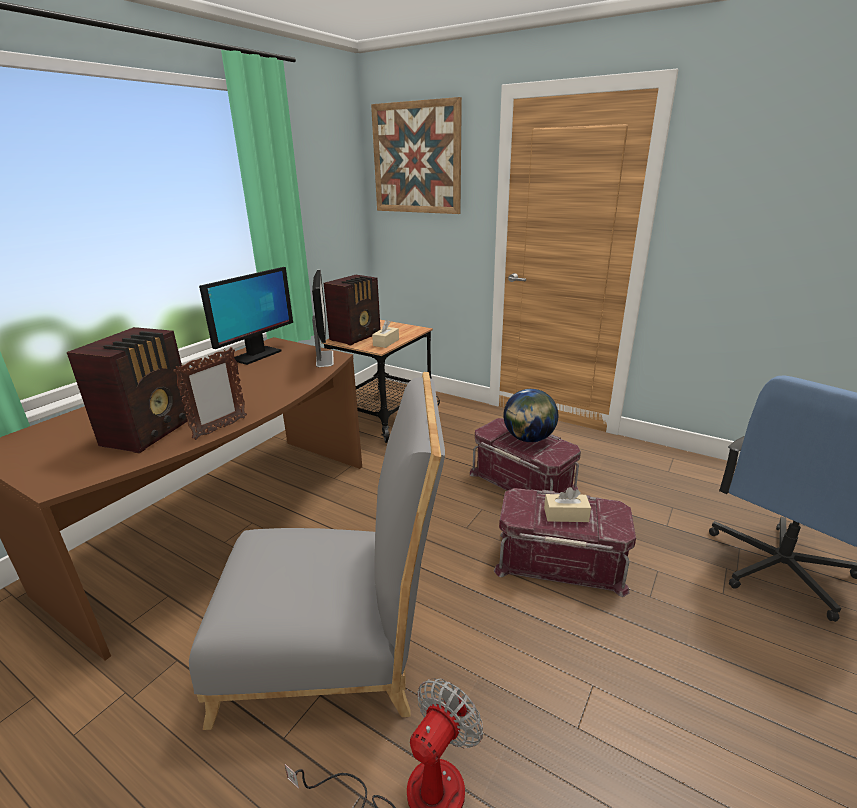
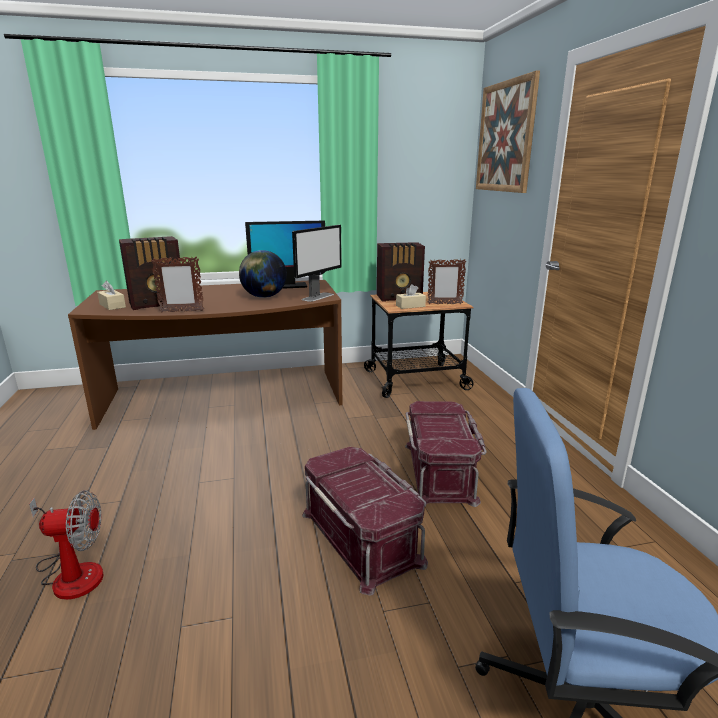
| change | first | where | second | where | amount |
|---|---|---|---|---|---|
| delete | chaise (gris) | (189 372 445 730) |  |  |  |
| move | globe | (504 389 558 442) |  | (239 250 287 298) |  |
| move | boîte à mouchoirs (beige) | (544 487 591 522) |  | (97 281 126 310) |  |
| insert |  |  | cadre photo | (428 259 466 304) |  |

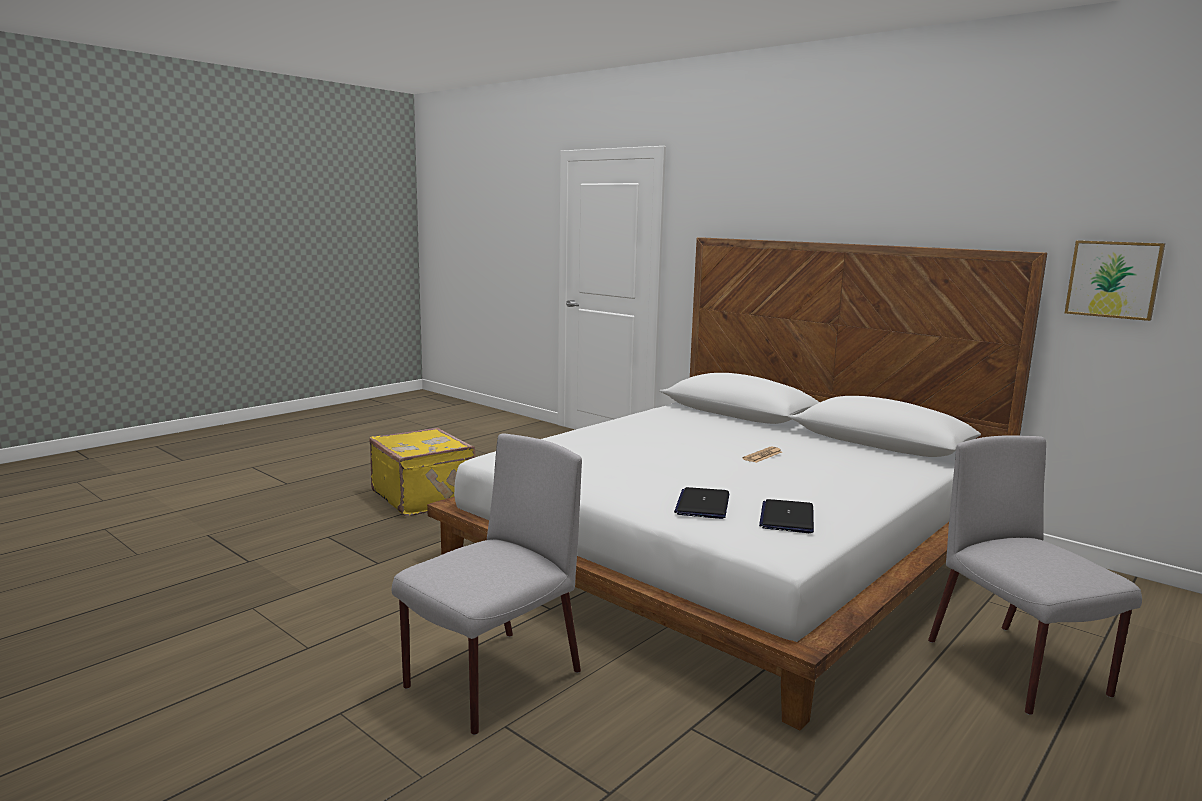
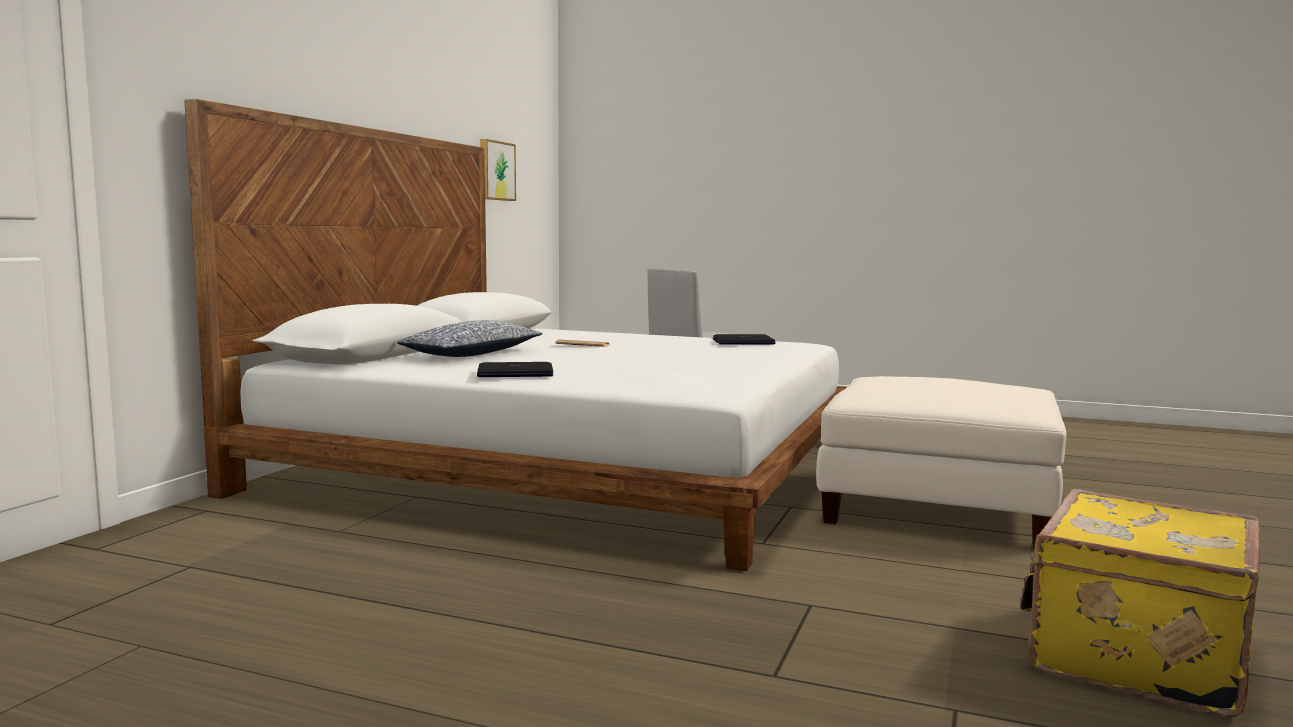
| change | first | where | second | where | amount |
|---|---|---|---|---|---|
| move | valise (jaune) | (369 428 475 516) |  | (1020 489 1260 717) |  |
| replace | chaise (gris) | (392 433 582 735) | pouf (blanc) | (816 376 1066 549) |  |
| move | ordinateur portable | (674 487 729 519) |  | (477 362 553 377) |  |
| insert |  |  | coussin | (397 320 542 357) |  |

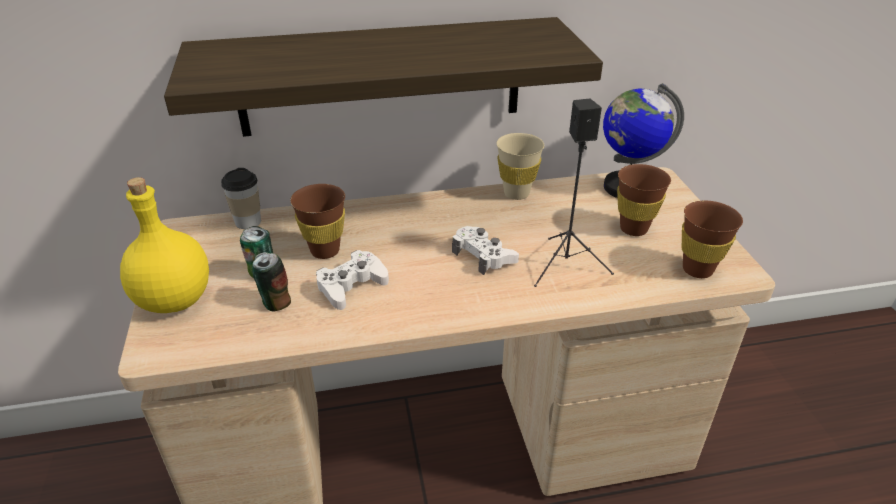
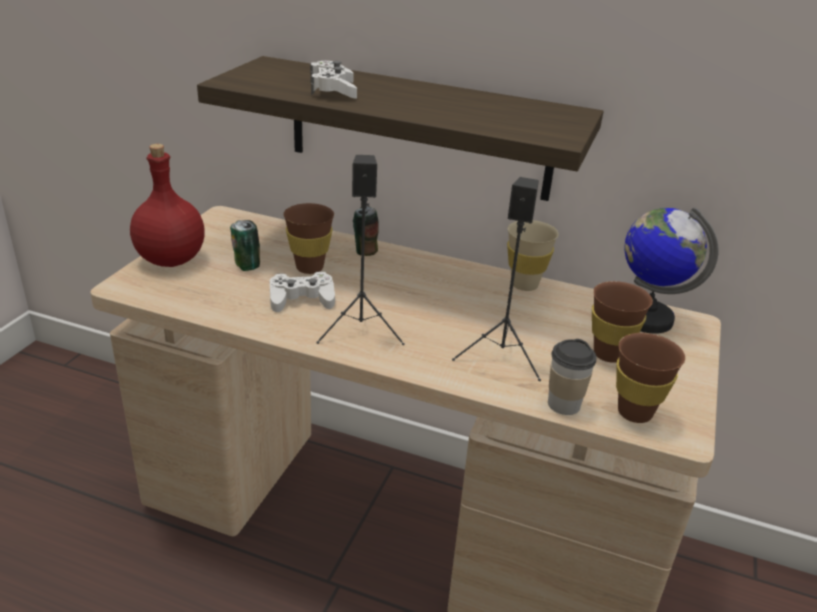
| change | first | where | second | where | amount |
|---|---|---|---|---|---|
| move | tasse | (221 168 261 229) |  | (548 339 597 415) |  |
| recolor | bouteille (jaune) | (120 177 209 313) | bouteille (rouge) | (130 144 204 267) |  |
| move | manette (blanc) | (452 226 519 275) |  | (310 61 357 99) |  |
| move | boîte métallique | (252 252 291 312) |  | (353 206 379 256) |  |
| insert |  |  | enceinte (noir) | (316 155 405 345) |  |

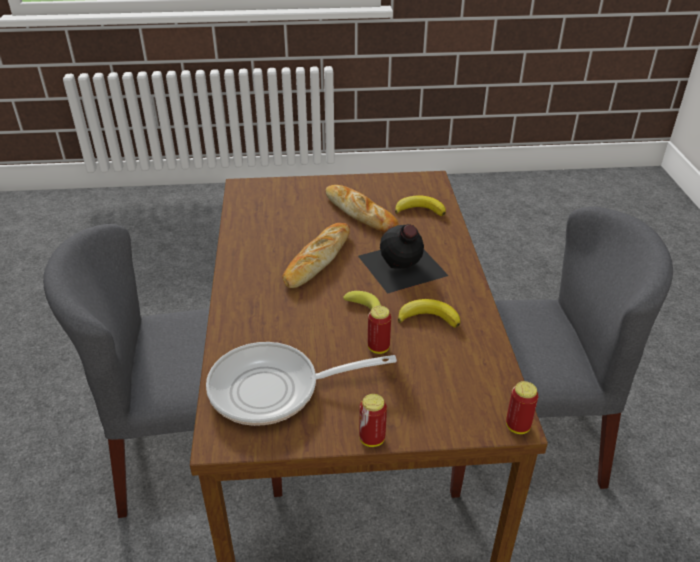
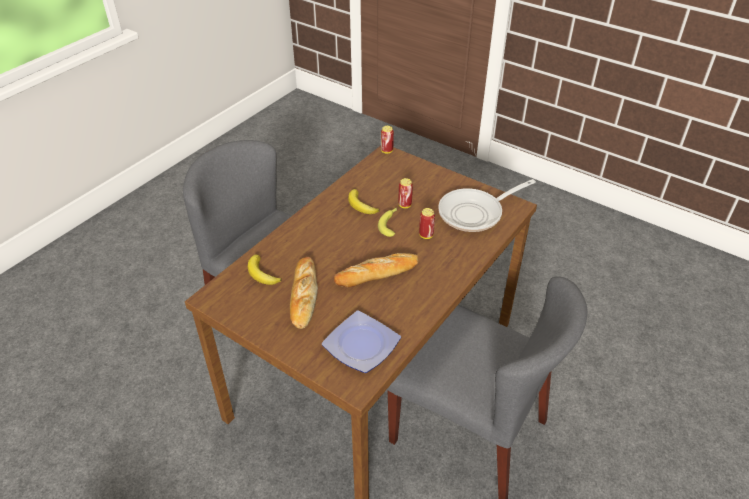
| change | first | where | second | where | amount |
|---|---|---|---|---|---|
| delete | bouteille (noir) | (358 224 449 294) |  |  |  |
| rotate | poêle | (206 342 397 426) |  | (438 179 536 232) | 120 degrees clockwise |
| move | boîte métallique | (359 394 387 447) |  | (419 208 435 239) |  |
| insert |  |  | assiette | (322 310 401 373) |  |

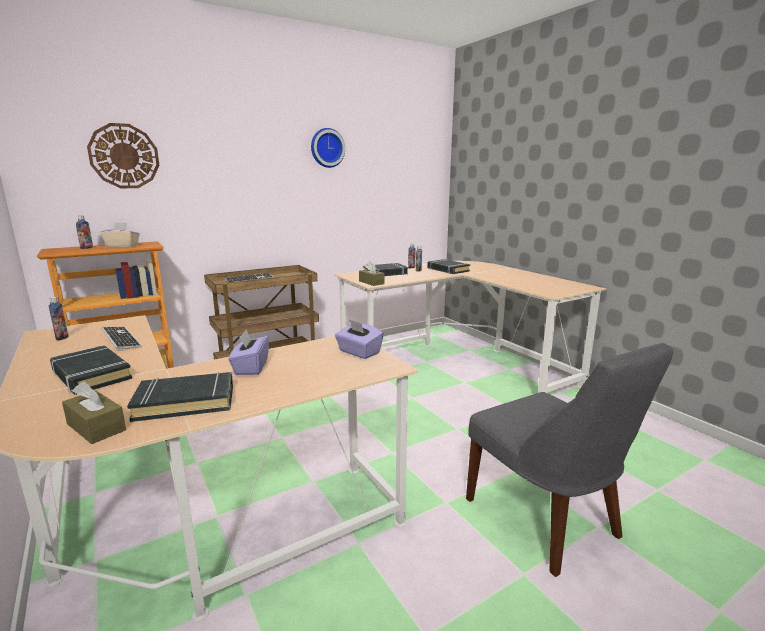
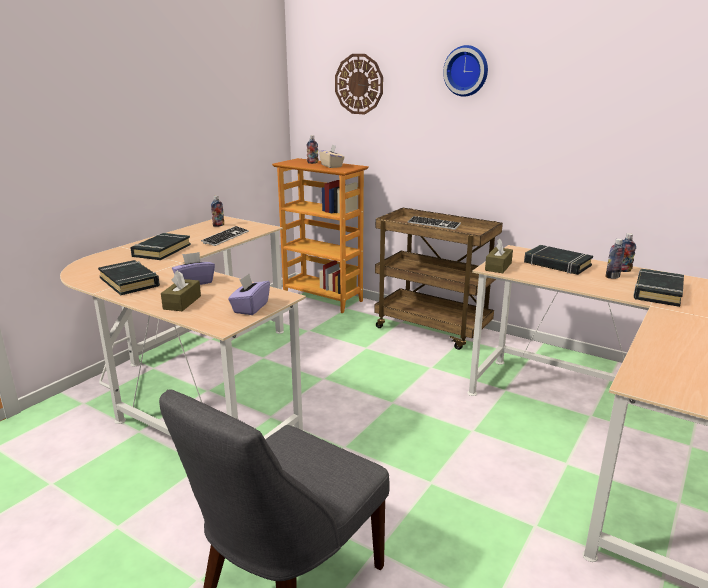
| change | first | where | second | where | amount |
|---|---|---|---|---|---|
| move | horloge murale | (311 128 345 168) |  | (443 45 488 97) |  |
| move | boîte à mouchoirs (marron) | (62 381 126 444) |  | (161 270 201 311) |  |

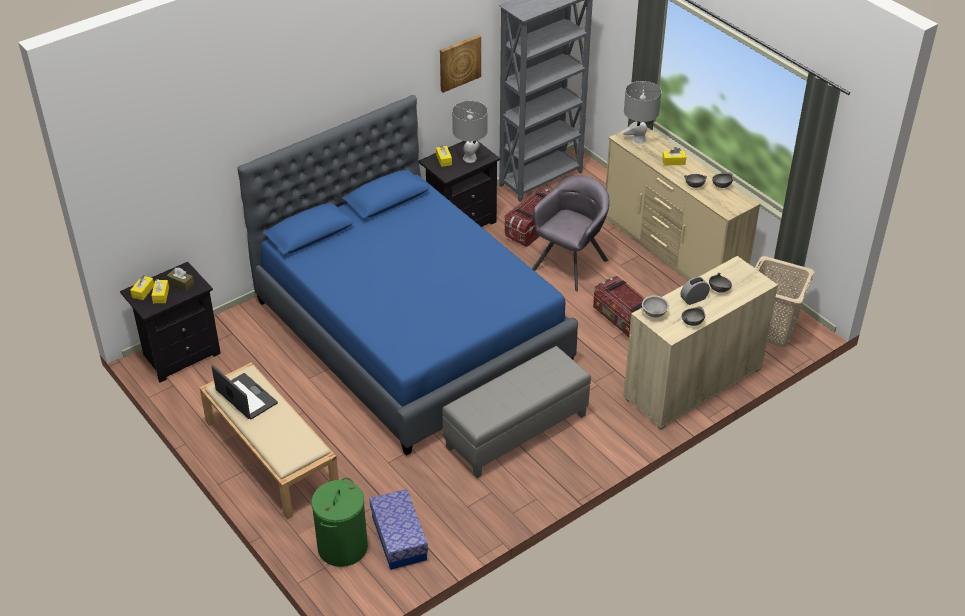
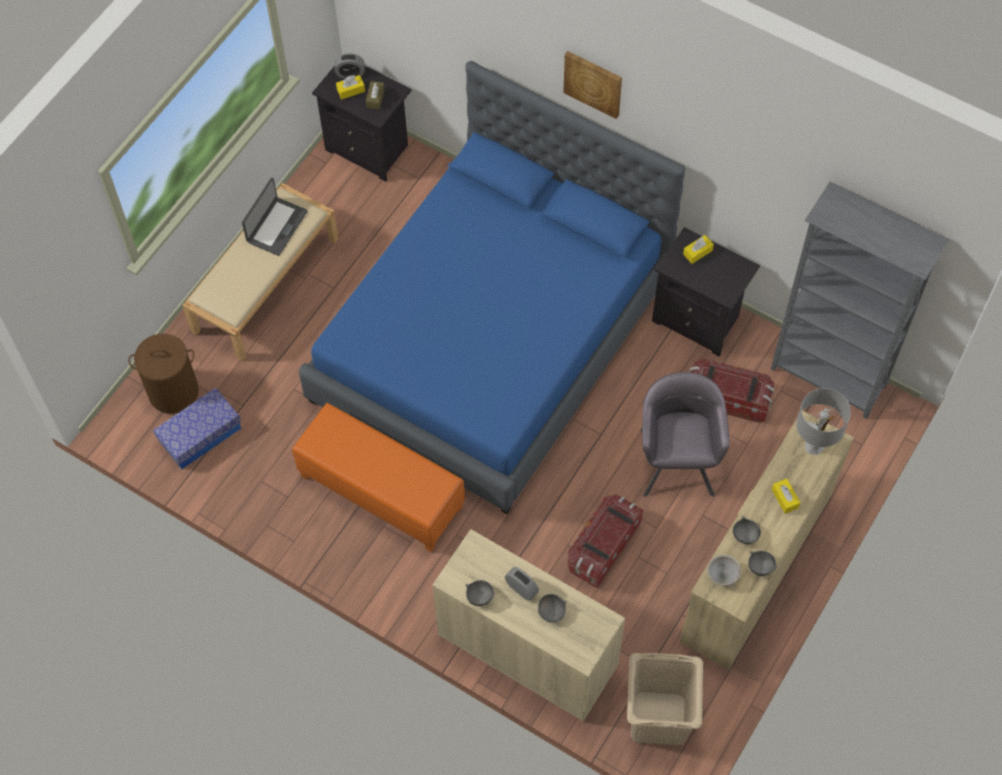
| change | first | where | second | where | amount |
|---|---|---|---|---|---|
| move | tableau | (440 35 481 93) |  | (563 51 622 119) |  |
| delete | lampe de table (gris) | (452 101 488 163) |  |  |  |
| rotate | fauteuil (gris) | (532 175 610 292) |  | (641 372 730 497) | 105 degrees counterclockwise |
| replace | boîte à mouchoirs (jaune) | (130 275 154 300) | réveil | (335 53 364 78) |  |
| move | bol (gris) | (641 295 670 317) |  | (707 555 741 586) |  |
| recolor | pouf (gris) | (442 346 591 478) | pouf (orange) | (292 403 465 552) |  |
| recolor | panier à linge (vert) | (311 478 368 567) | panier à linge (marron) | (128 334 199 414) |  |

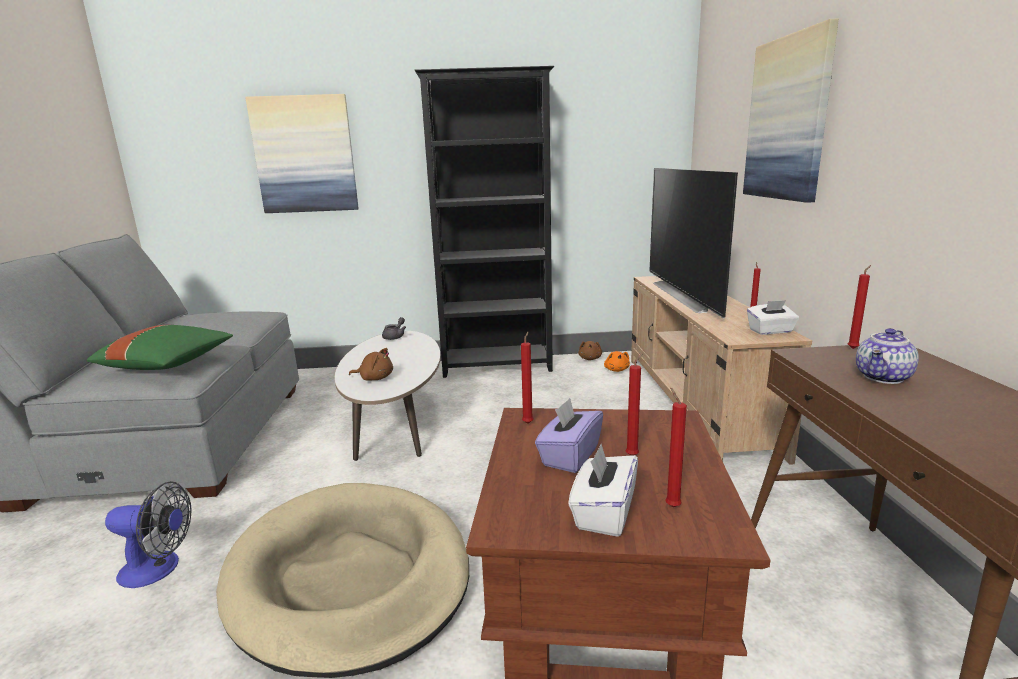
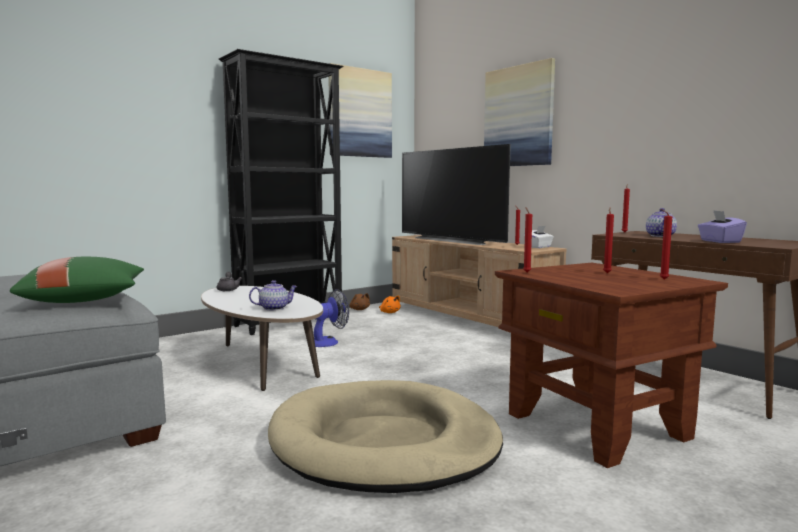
| change | first | where | second | where | amount |
|---|---|---|---|---|---|
| move | tableau | (245 94 359 213) |  | (328 63 392 158) |  |
| replace | peluche (marron) | (349 348 393 381) | théière | (249 280 298 311) |  |
| move | boîte à mouchoirs (violet) | (535 398 603 473) |  | (698 210 747 243) |  |
| delete | boîte à mouchoirs (blanc) | (568 444 638 537) |  |  |  |
| move | ventilateur | (105 481 192 588) |  | (314 289 349 347) |  |

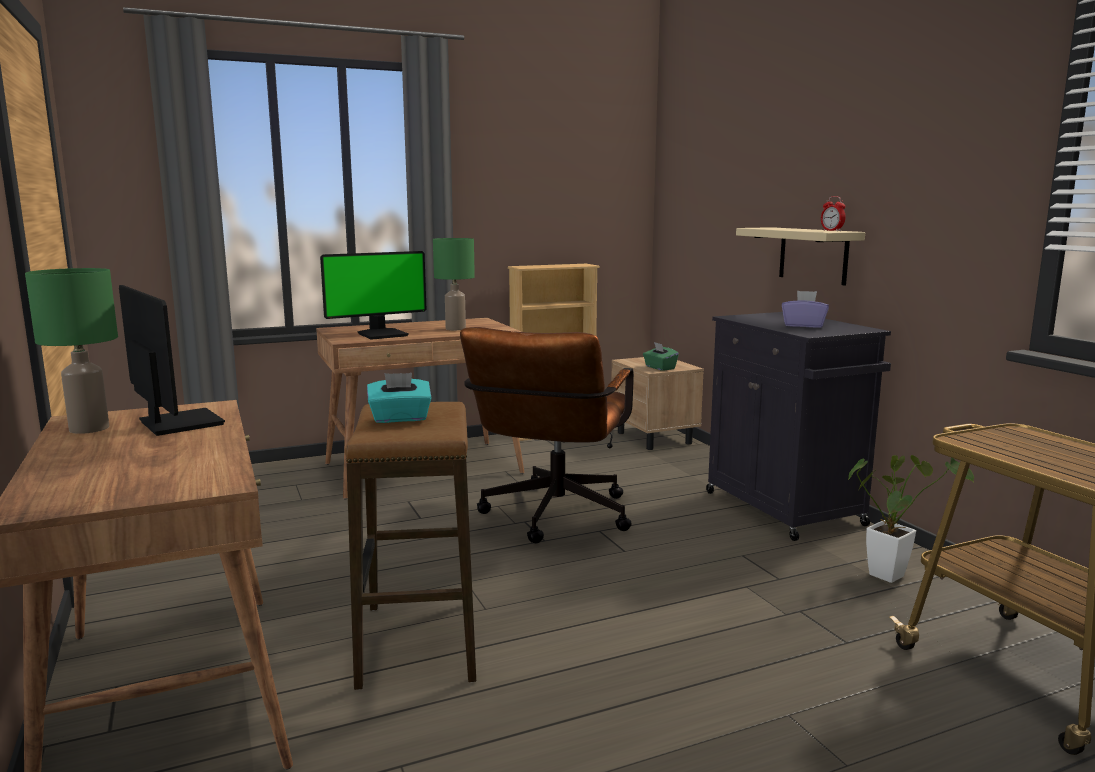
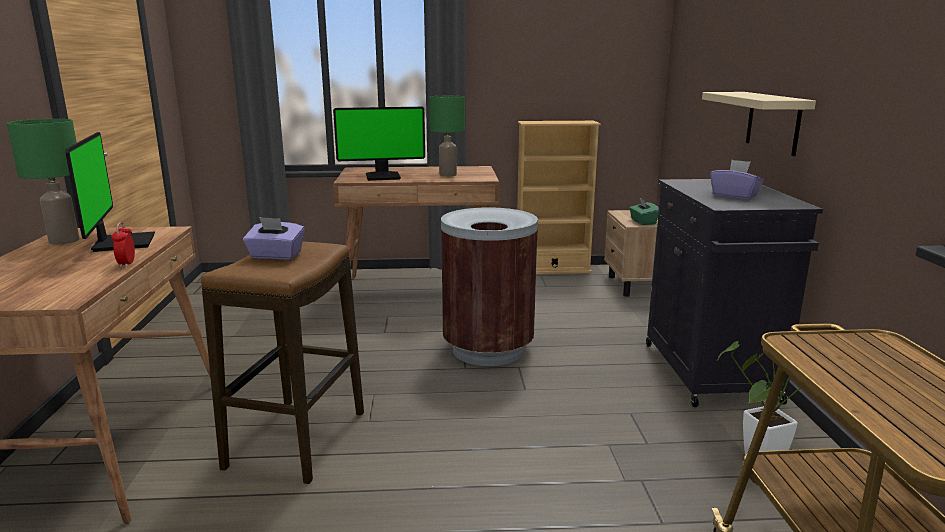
| change | first | where | second | where | amount |
|---|---|---|---|---|---|
| move | réveil | (821 196 846 231) |  | (111 222 135 268) |  |
| replace | chaise de bureau (marron) | (460 327 634 543) | poubelle (marron) | (441 207 538 366) |  |
| recolor | boîte à mouchoirs (turquoise) | (367 373 432 423) | boîte à mouchoirs (violet) | (243 217 305 260) |  |

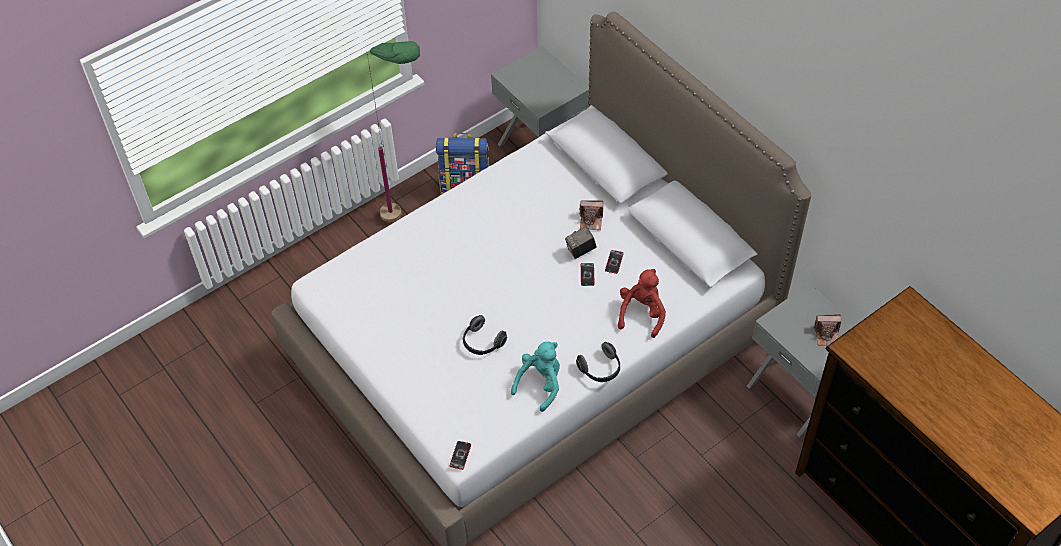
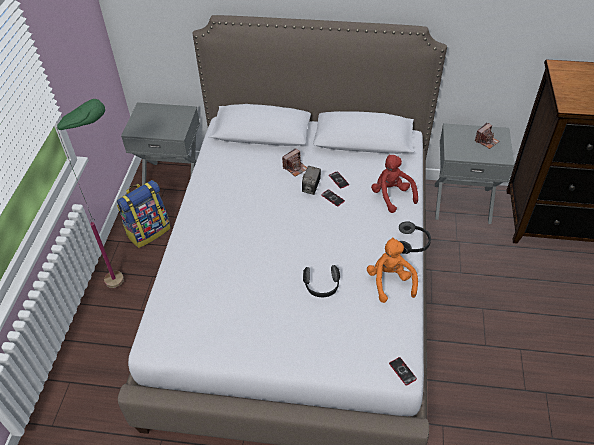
| change | first | where | second | where | amount |
|---|---|---|---|---|---|
| recolor | peluche (turquoise) | (511 342 560 412) | peluche (orange) | (367 237 418 303) |  |

